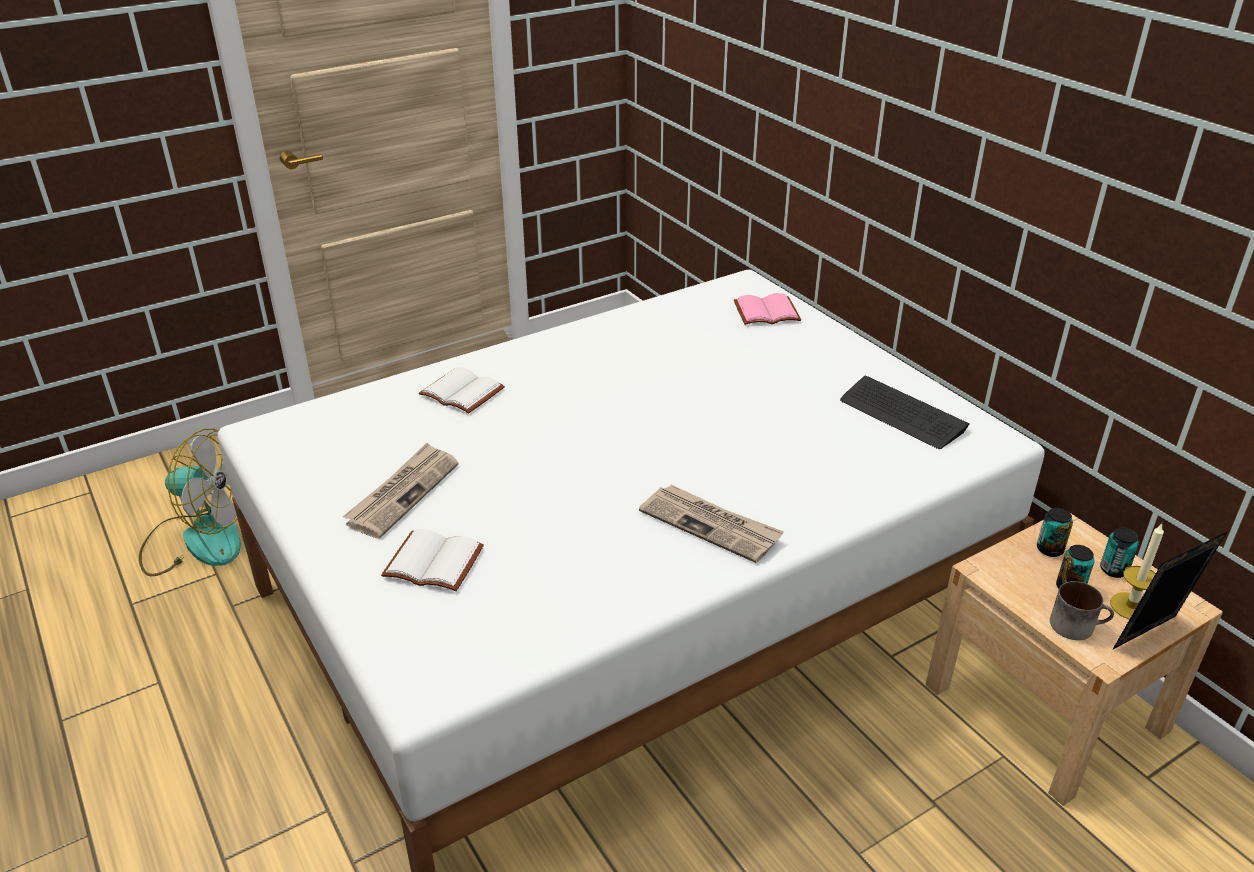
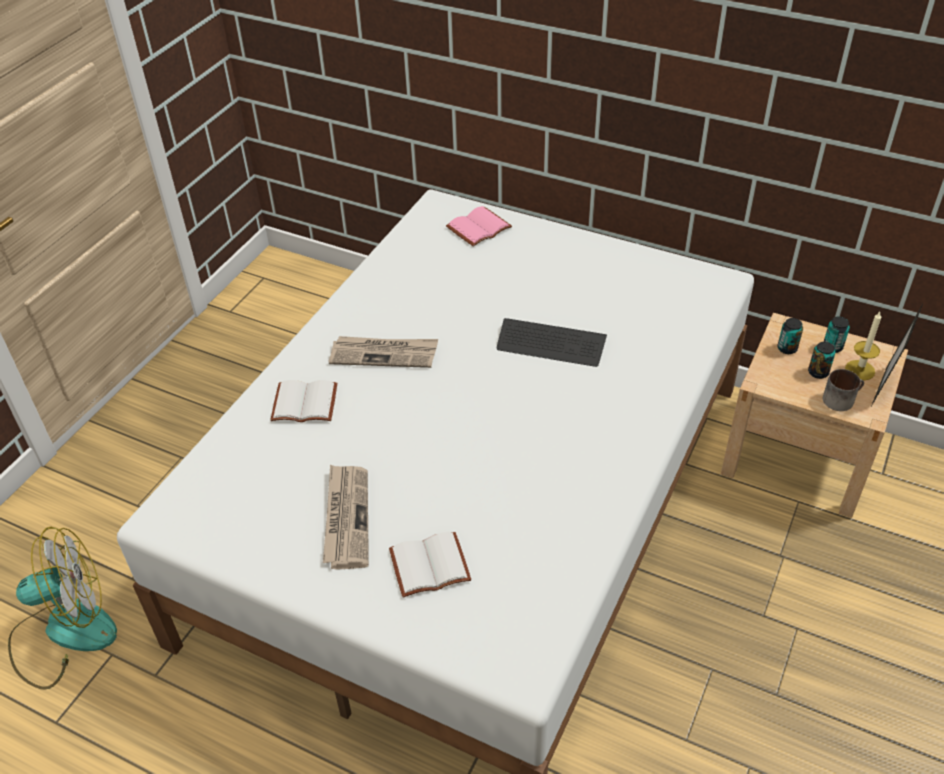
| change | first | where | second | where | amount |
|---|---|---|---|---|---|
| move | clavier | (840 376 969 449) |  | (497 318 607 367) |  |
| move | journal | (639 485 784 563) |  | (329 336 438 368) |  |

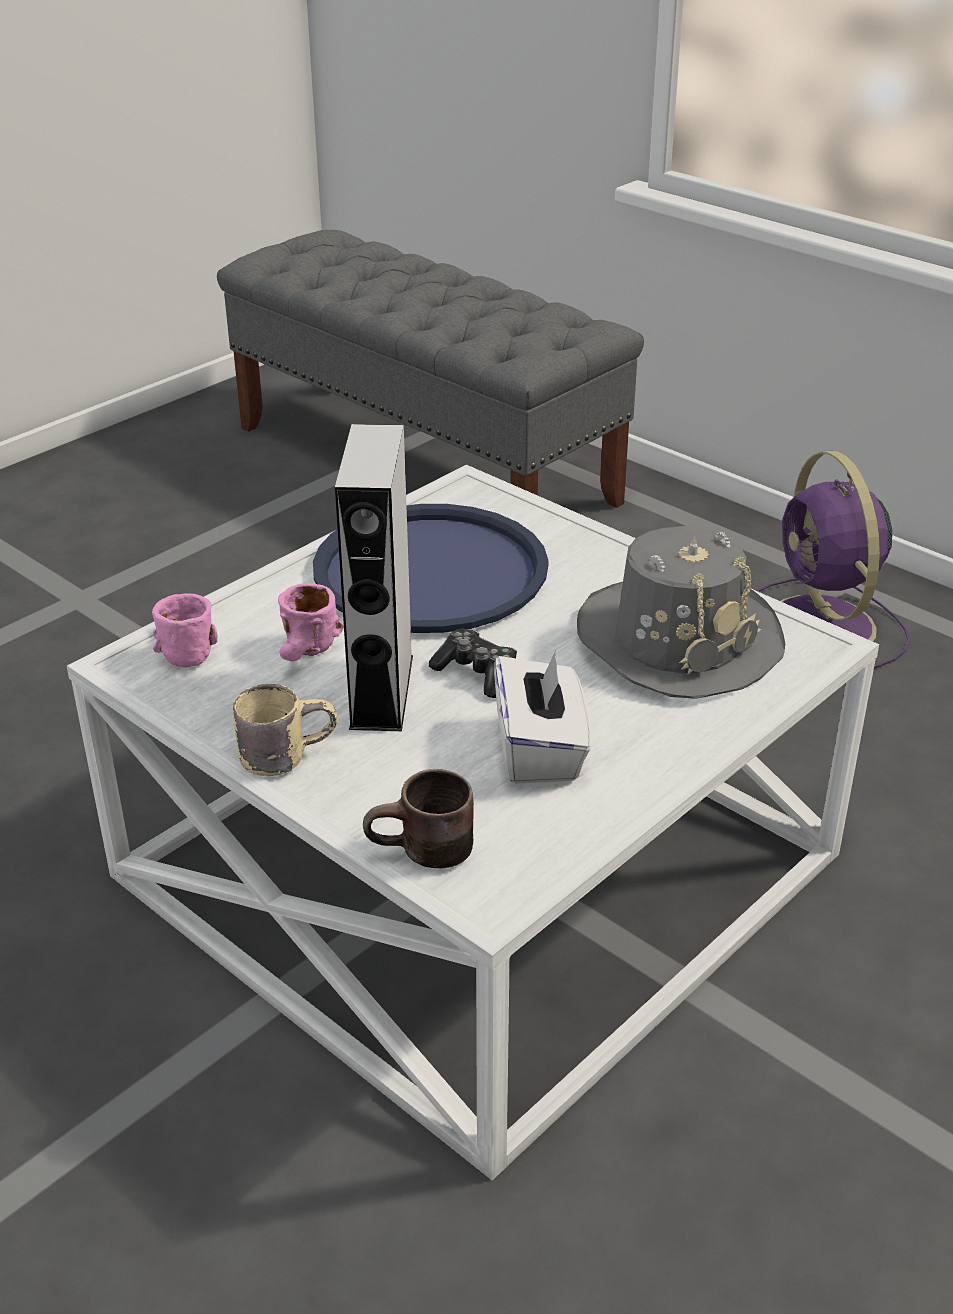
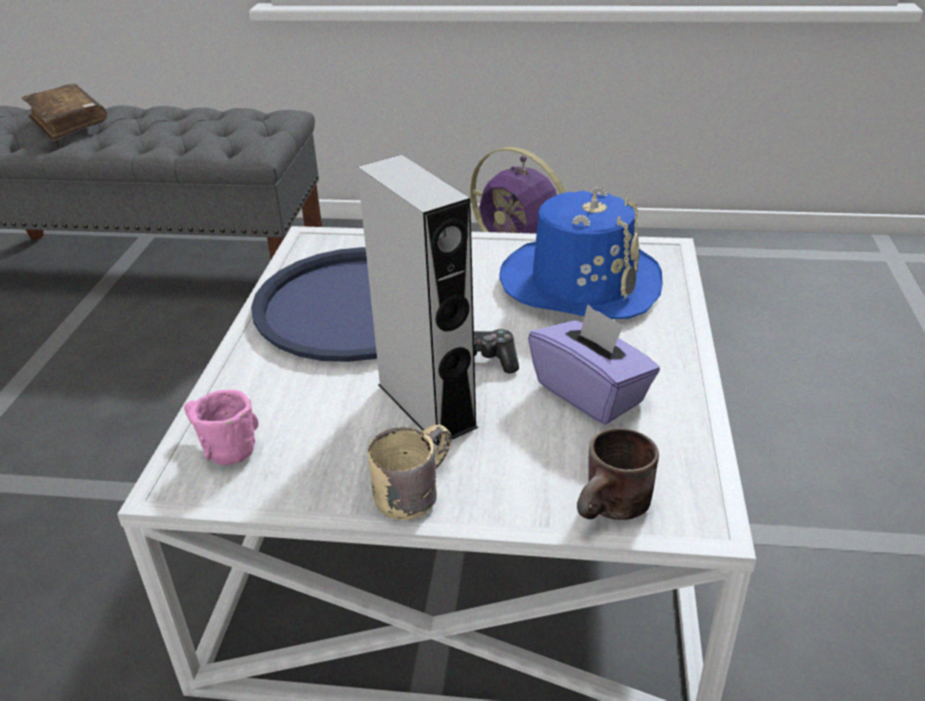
| change | first | where | second | where | amount |
|---|---|---|---|---|---|
| recolor | chapeau (gris) | (577 526 785 699) | chapeau (bleu) | (500 186 663 319) |  |
| delete | mug (rose) | (278 583 344 662) |  |  |  |
| recolor | boîte à mouchoirs (blanc) | (494 650 591 784) | boîte à mouchoirs (violet) | (528 304 660 425) |  |
| insert |  |  | livre (marron) | (22 84 107 141) |  |

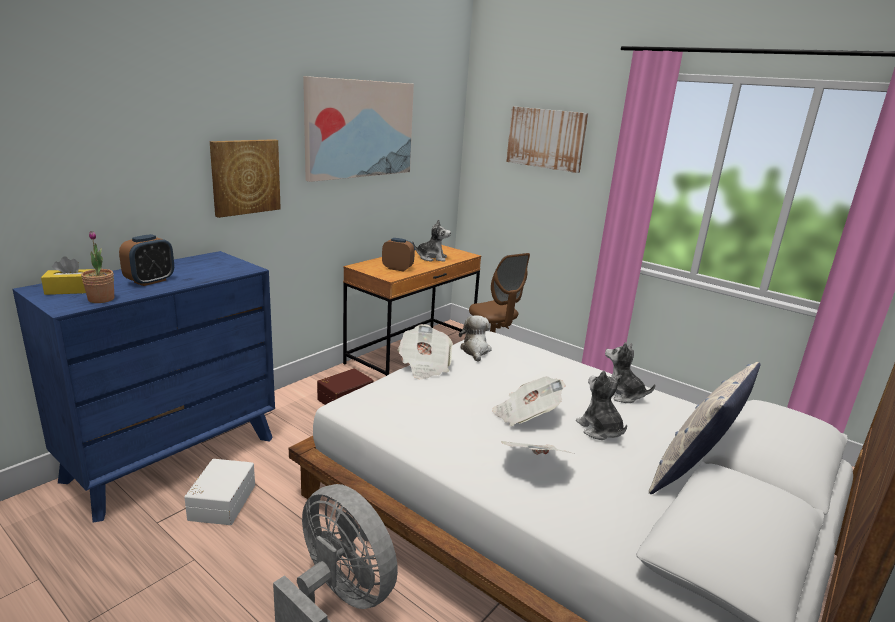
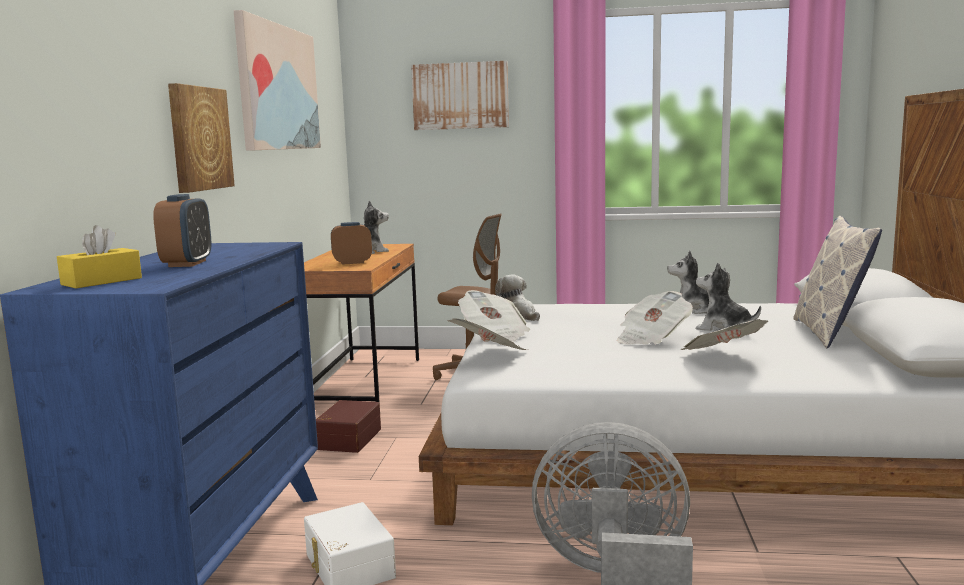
| change | first | where | second | where | amount |
|---|---|---|---|---|---|
| delete | plante en pot | (81 231 114 303) |  |  |  |
| insert |  |  | journal | (448 318 527 350) |  |

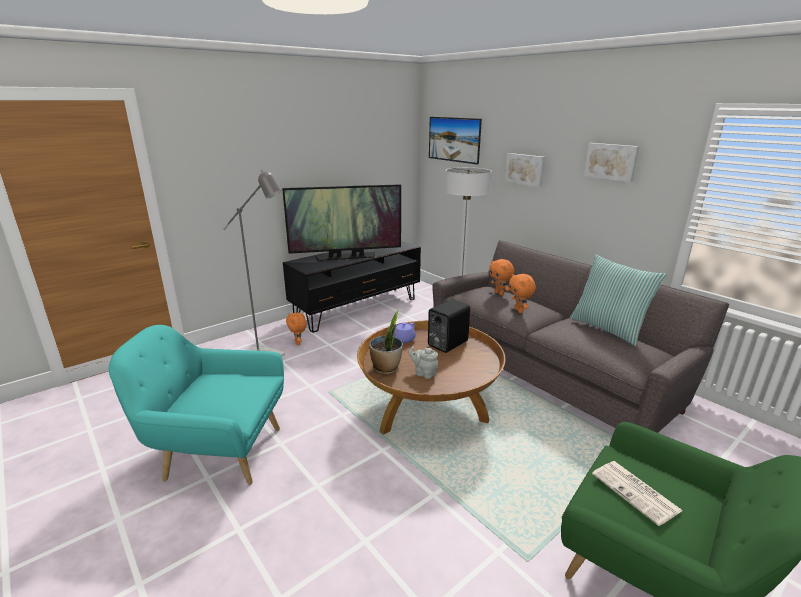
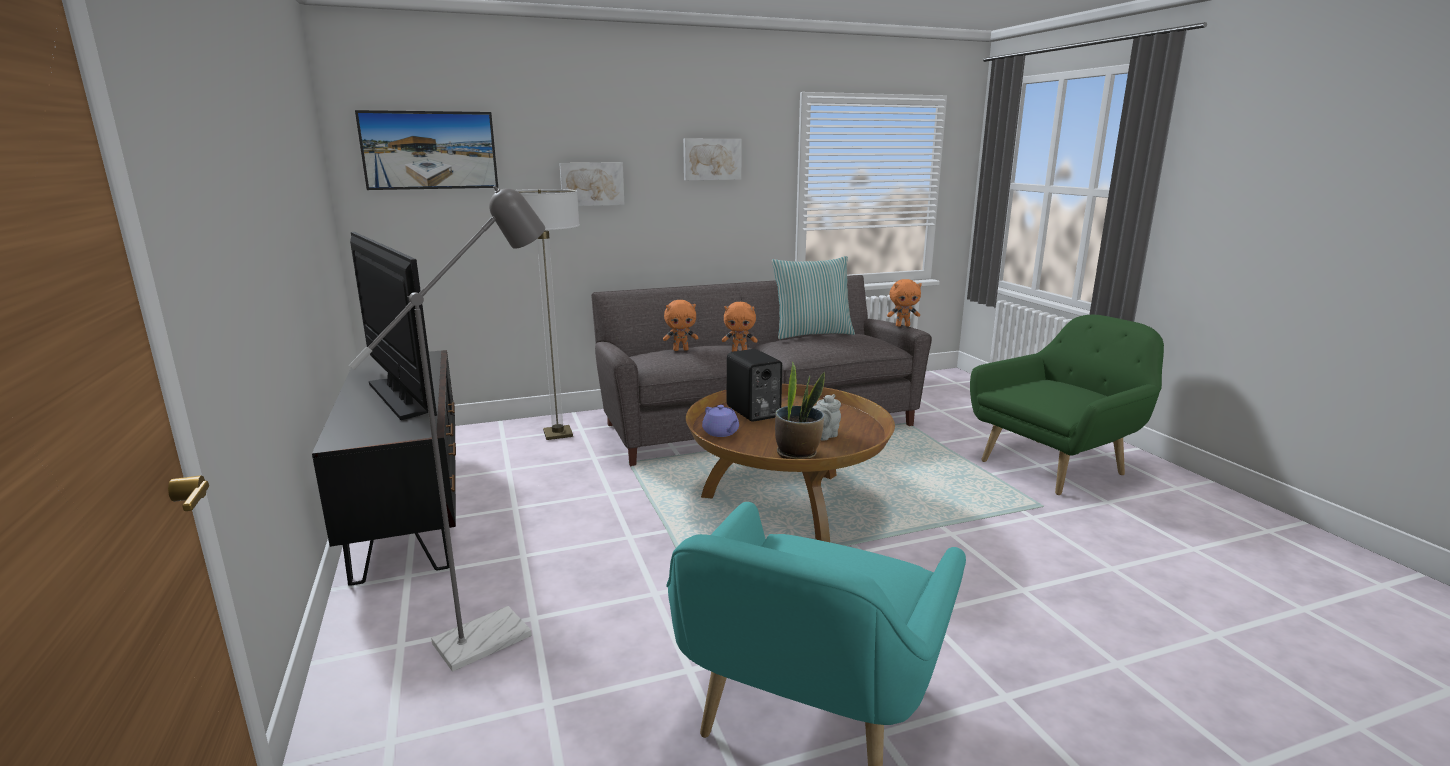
| change | first | where | second | where | amount |
|---|---|---|---|---|---|
| rotate | téléviseur | (282 184 401 261) |  | (350 232 437 420) | 45 degrees counterclockwise |
| move | peluche (orange) | (286 312 307 345) |  | (887 279 922 327) |  |
| delete | journal | (592 461 683 526) |  |  |  |

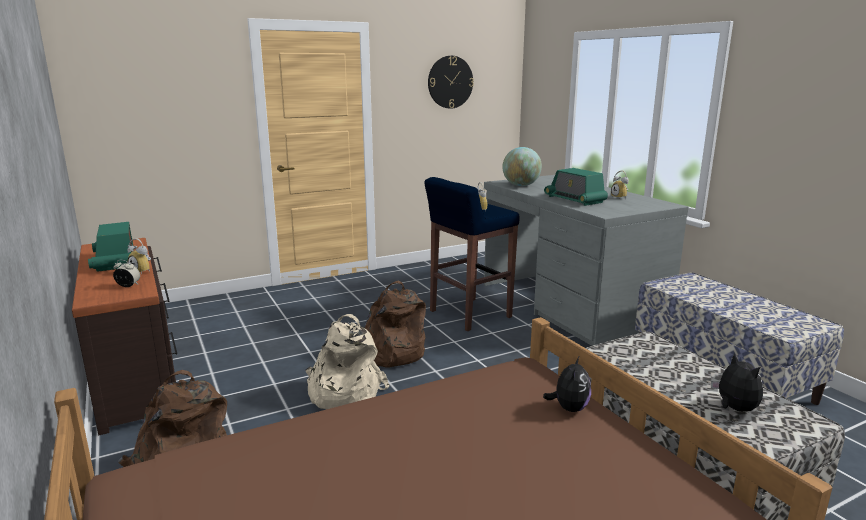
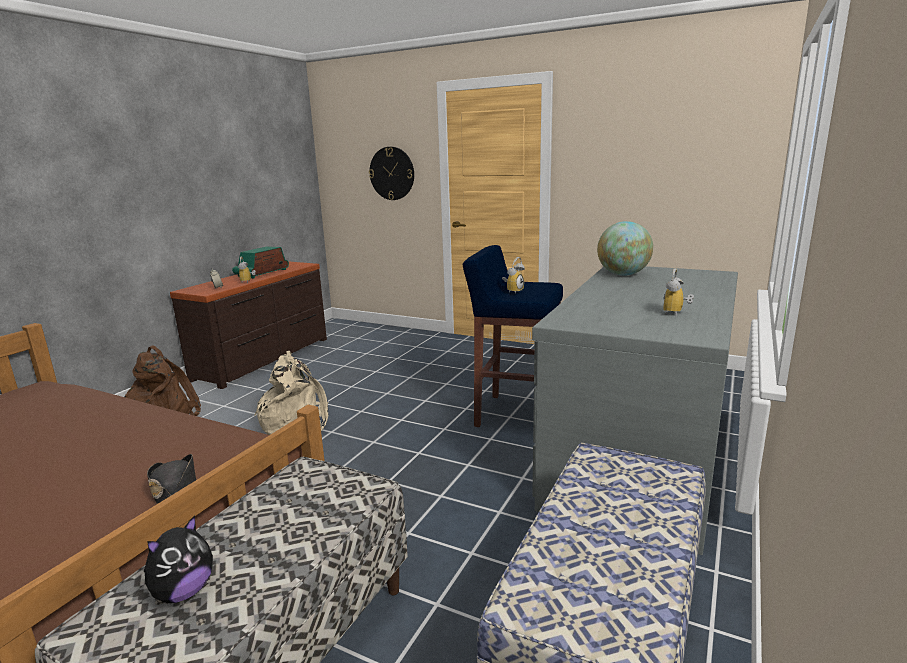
| change | first | where | second | where | amount |
|---|---|---|---|---|---|
| move | horloge murale | (428 56 474 109) |  | (369 147 414 200) |  |
| delete | radio | (544 168 608 206) |  |  |  |
| delete | sac à dos (marron) | (364 281 426 368) |  |  |  |
| replace | peluche | (543 357 591 412) | chapeau (noir) | (147 454 196 504) |  |

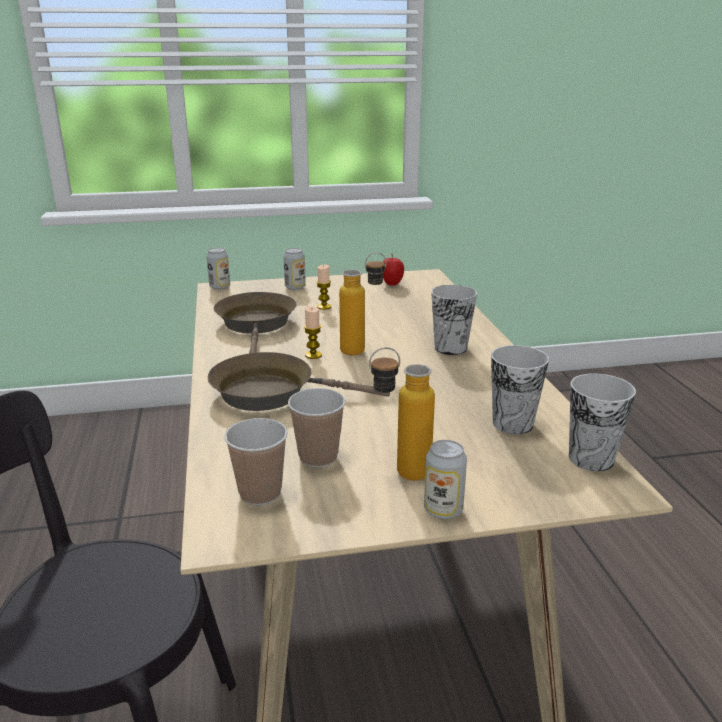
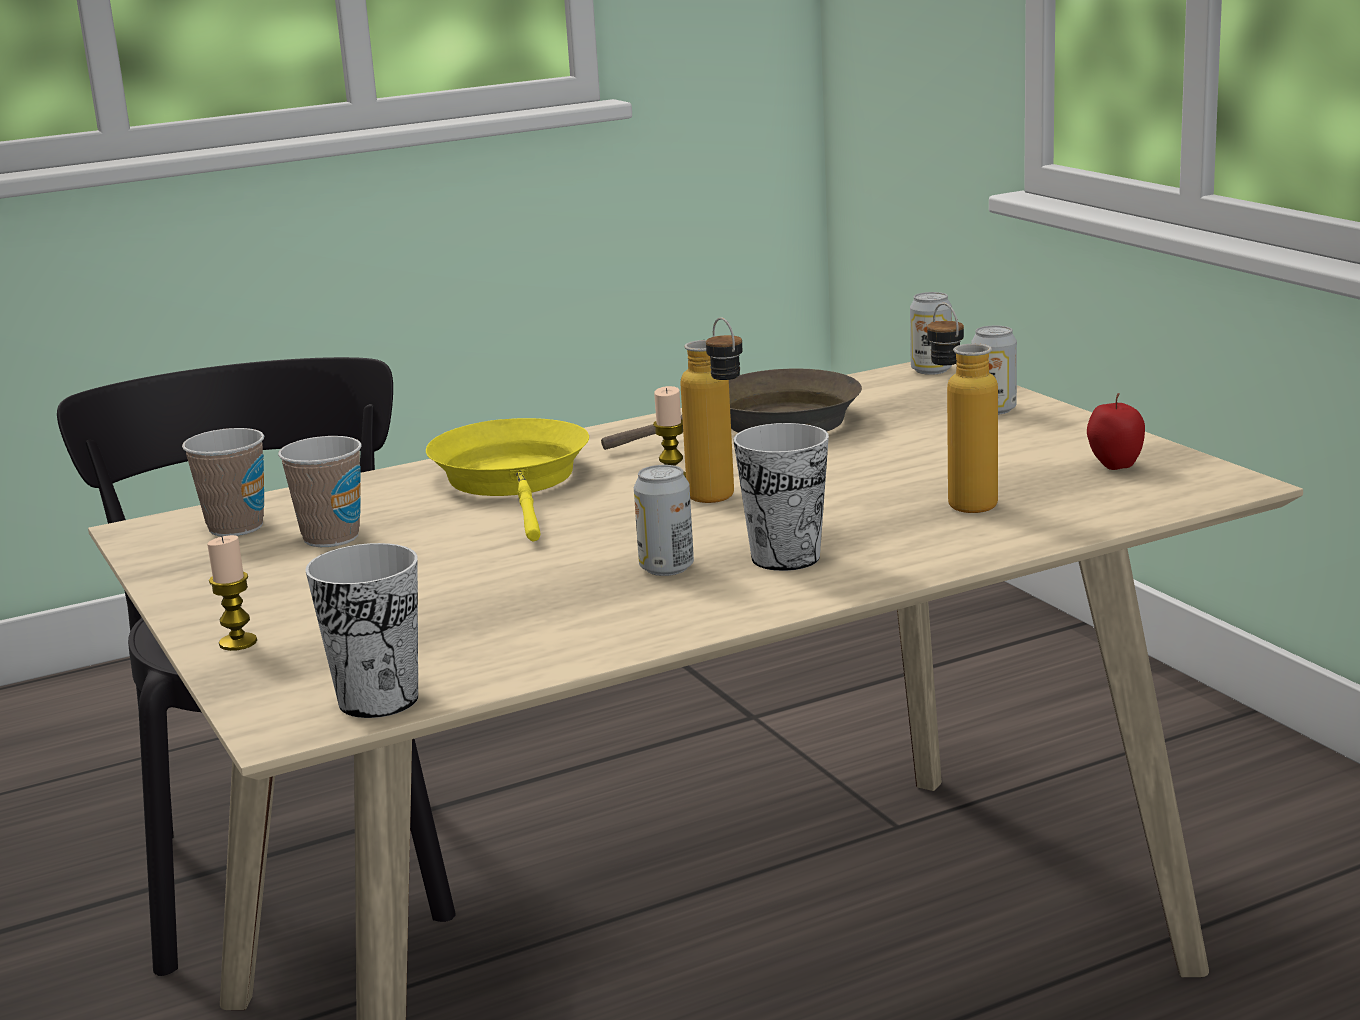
| change | first | where | second | where | amount |
|---|---|---|---|---|---|
| move | bougie | (316 265 331 310) |  | (207 535 257 651) |  |
| delete | tasse | (491 345 549 434) |  |  |  |
| move | bouteille | (369 347 435 481) |  | (927 303 998 513) |  |
| recolor | poêle (marron) | (208 352 390 411) | poêle (jaune) | (426 418 589 542) |  |
| move | boîte métallique | (424 440 467 519) |  | (634 465 694 576) |  |

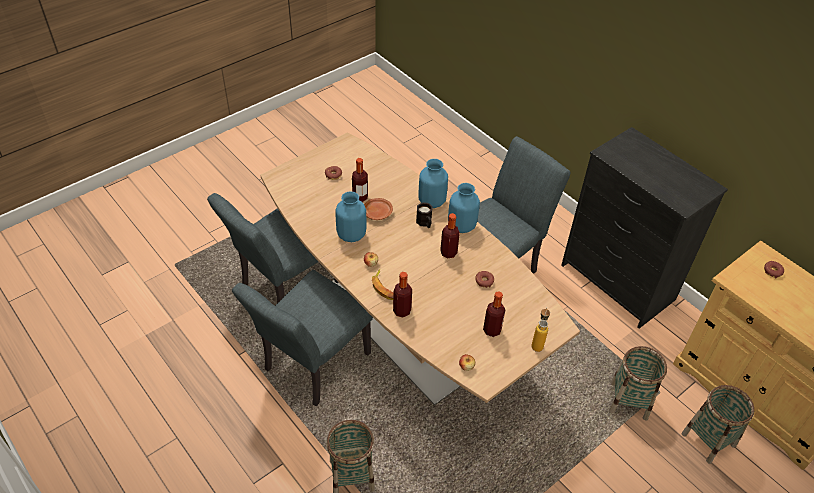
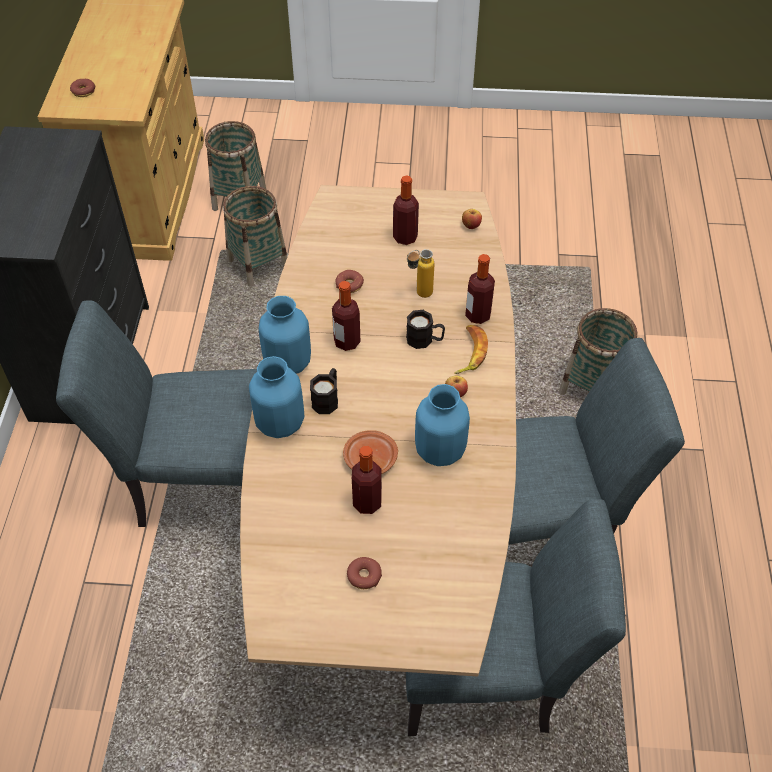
| change | first | where | second | where | amount |
|---|---|---|---|---|---|
| move | bouteille | (531 307 550 352) |  | (407 249 434 298) |  |
| insert |  |  | mug (noir) | (406 310 445 349) |  |

